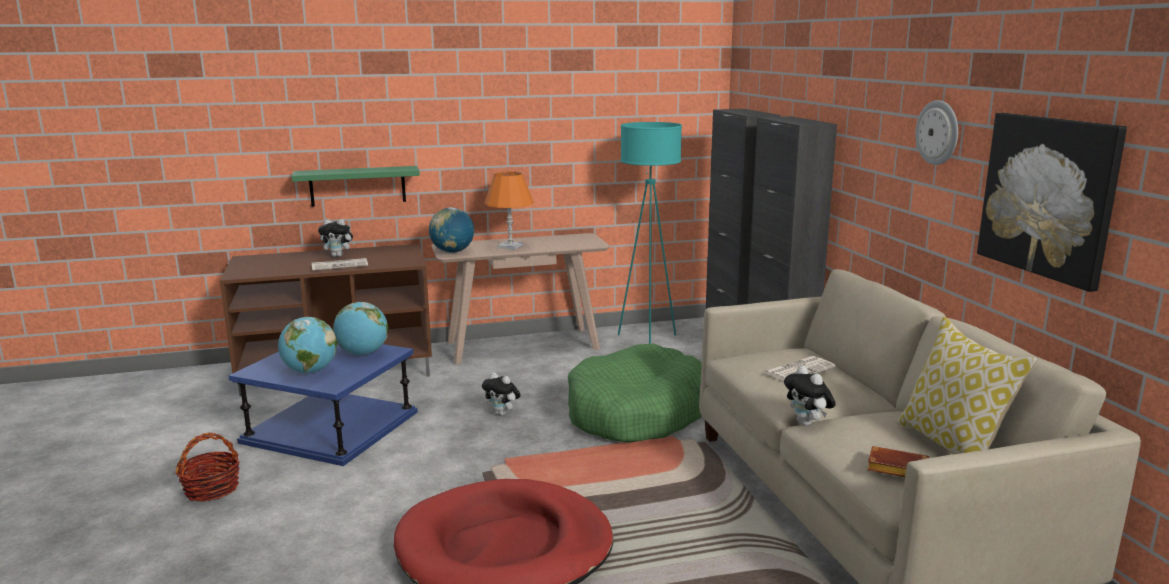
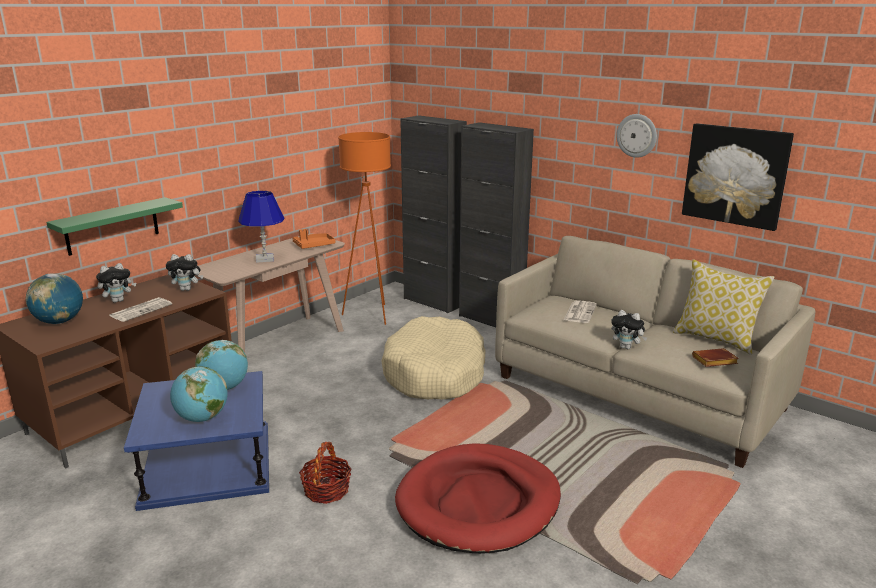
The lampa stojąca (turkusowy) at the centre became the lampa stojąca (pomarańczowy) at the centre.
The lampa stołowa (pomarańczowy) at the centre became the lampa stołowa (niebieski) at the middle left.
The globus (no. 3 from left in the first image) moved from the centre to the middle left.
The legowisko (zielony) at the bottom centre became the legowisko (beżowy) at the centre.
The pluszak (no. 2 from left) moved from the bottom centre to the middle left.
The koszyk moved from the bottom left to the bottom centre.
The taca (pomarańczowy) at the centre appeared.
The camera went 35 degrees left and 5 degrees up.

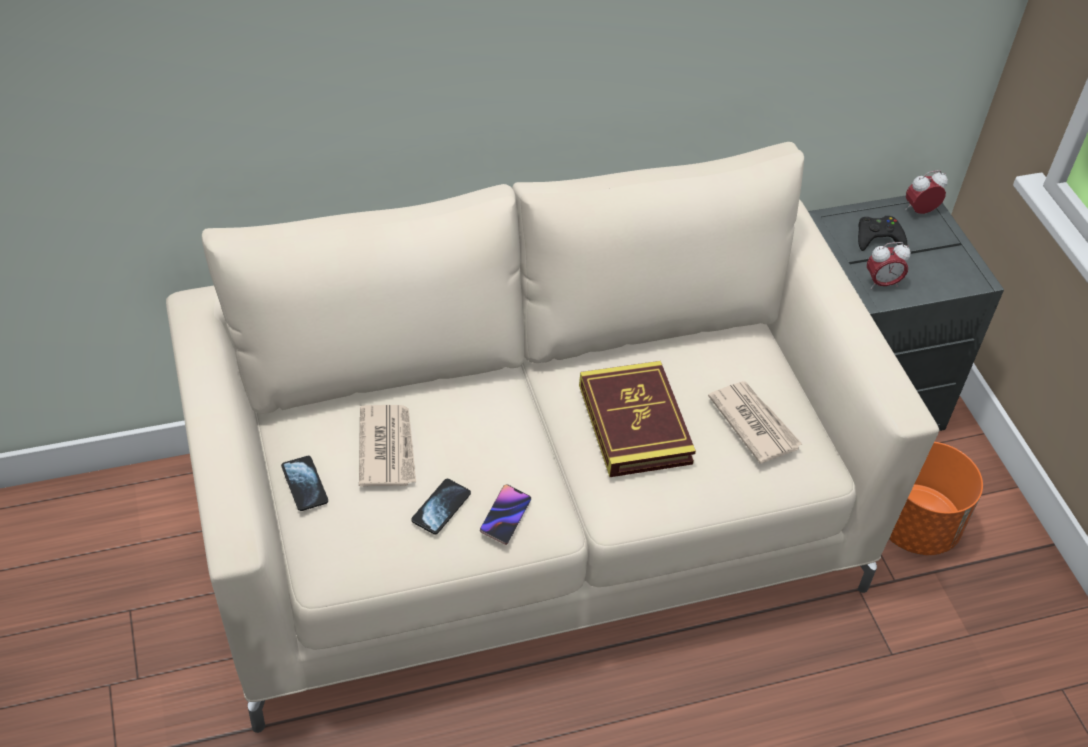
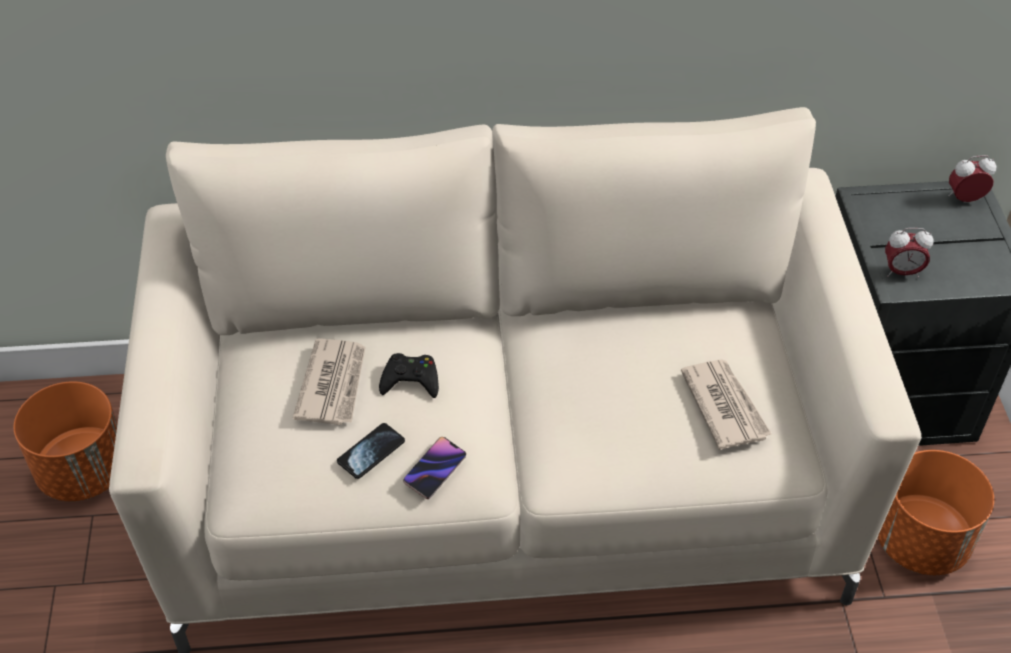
The pad do gier (czarny) moved from the top right to the centre.
The książka at the centre disappeared.
The telefon (no. 1 from left) at the middle left disappeared.
The donica (pomarańczowy) (no. 1 from left) at the bottom left appeared.
The camera went 15 degrees right and 0 degrees up.

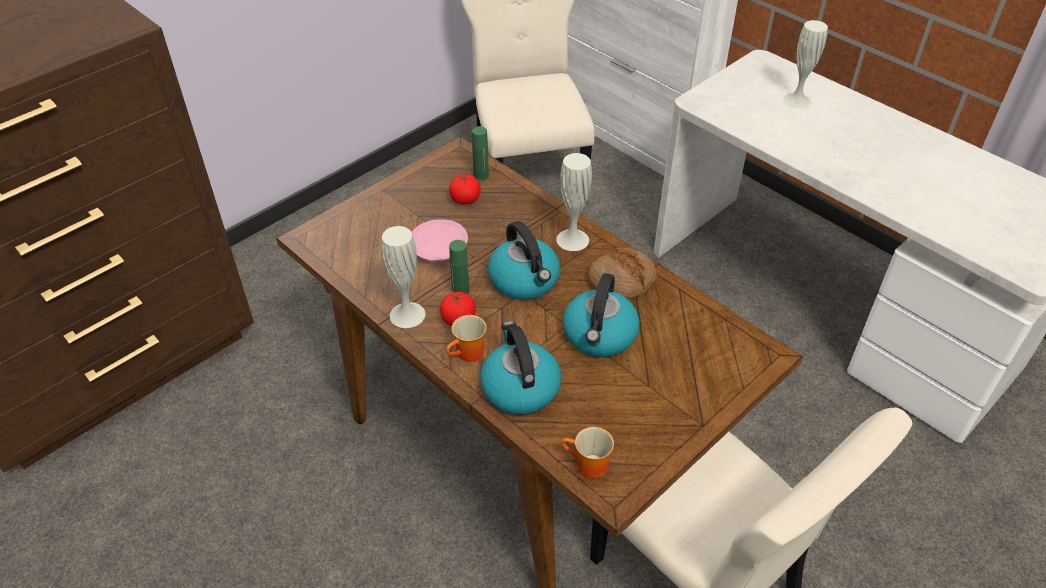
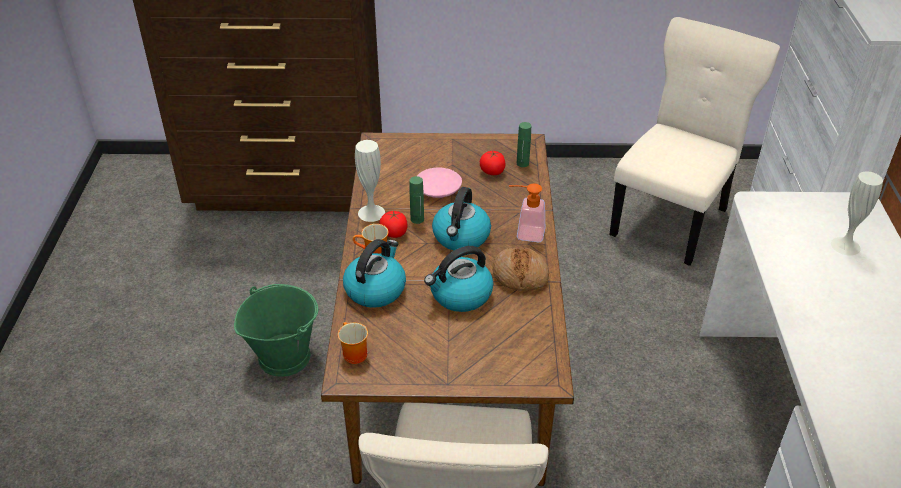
The wazon (biały) (no. 2 from left) at the centre was replaced by the dozownik mydła at the centre.
The wiadro (zielony) at the bottom left appeared.
The camera went 45 degrees right and 5 degrees down.

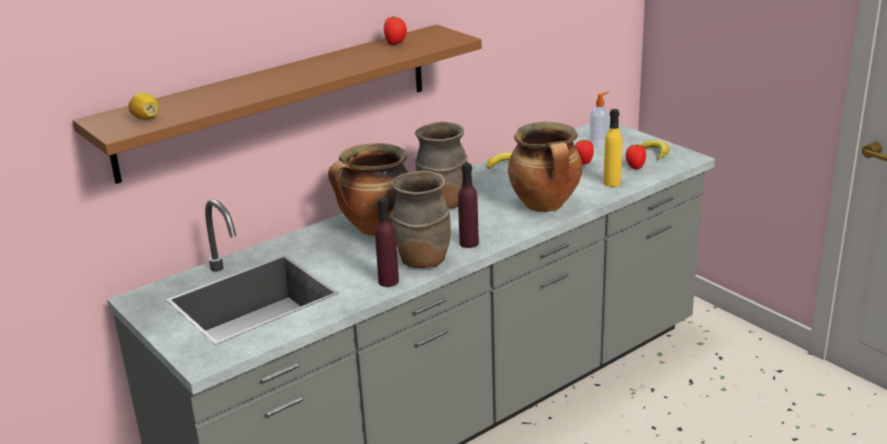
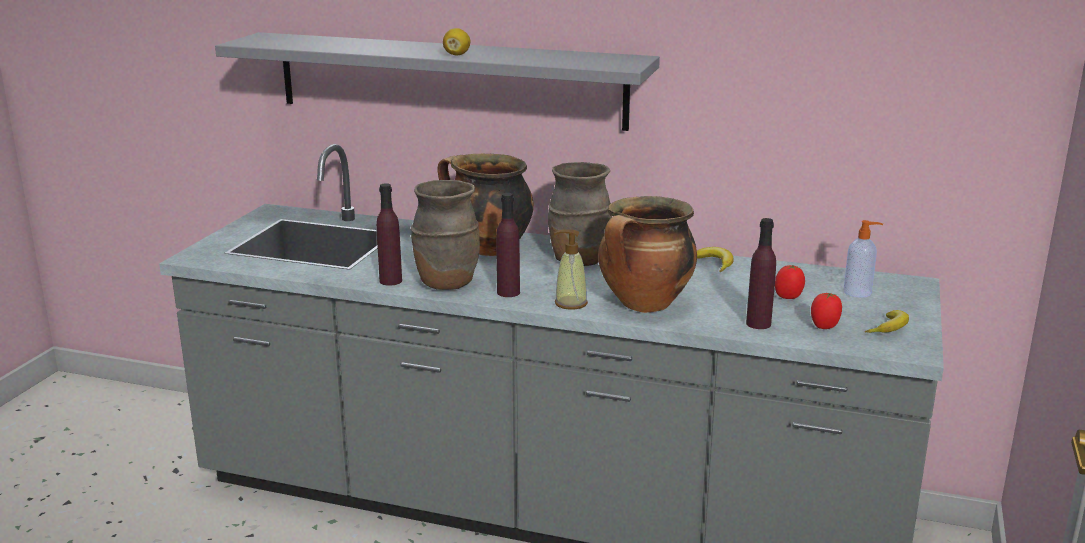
The pomidor (no. 1 from left) at the top centre disappeared.
The półka (brązowy) at the top left became the półka (szary) at the top centre.
The cytryna moved from the top left to the top centre.
The butelka (żółty) at the middle right became the butelka (fioletowy) (no. 3 from left) at the middle right.
The dozownik mydła (no. 1 from left) at the centre appeared.
The camera went 55 degrees right and 5 degrees down.

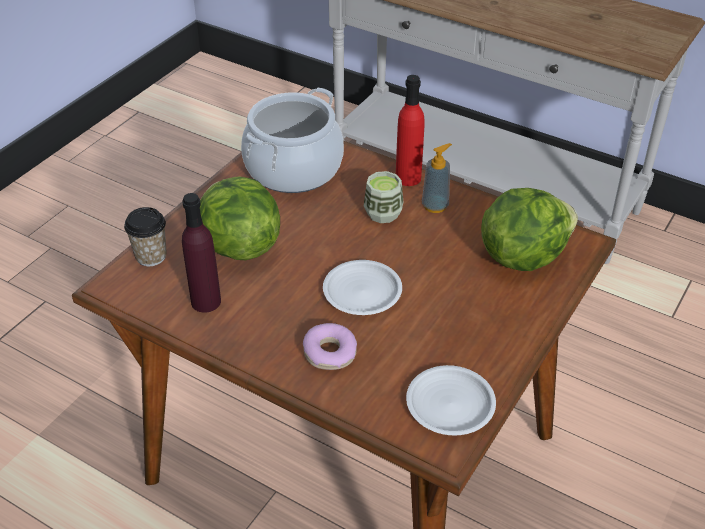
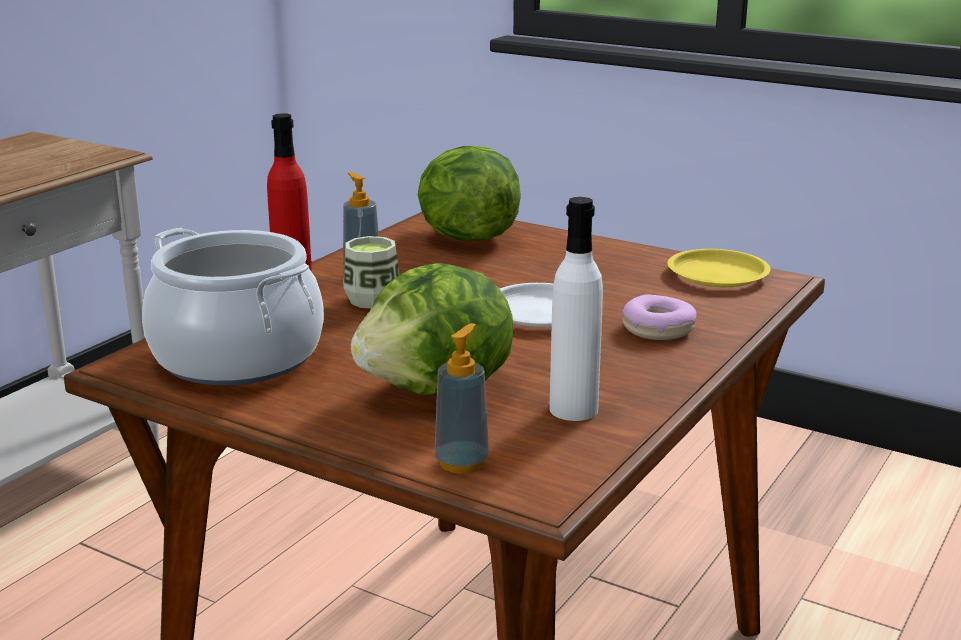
The butelka (fioletowy) at the middle left became the butelka (biały) at the centre.
The filiżanka (no. 1 from left) at the middle left was replaced by the dozownik mydła (no. 2 from left) at the centre.
The talerz (biały) (no. 2 from left) at the bottom centre became the talerz (żółty) at the middle right.
The camera went 90 degrees left and 20 degrees down.

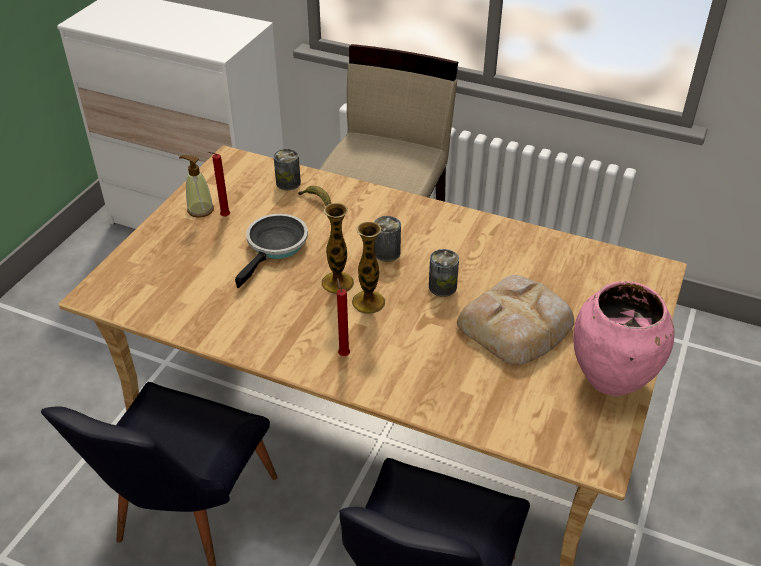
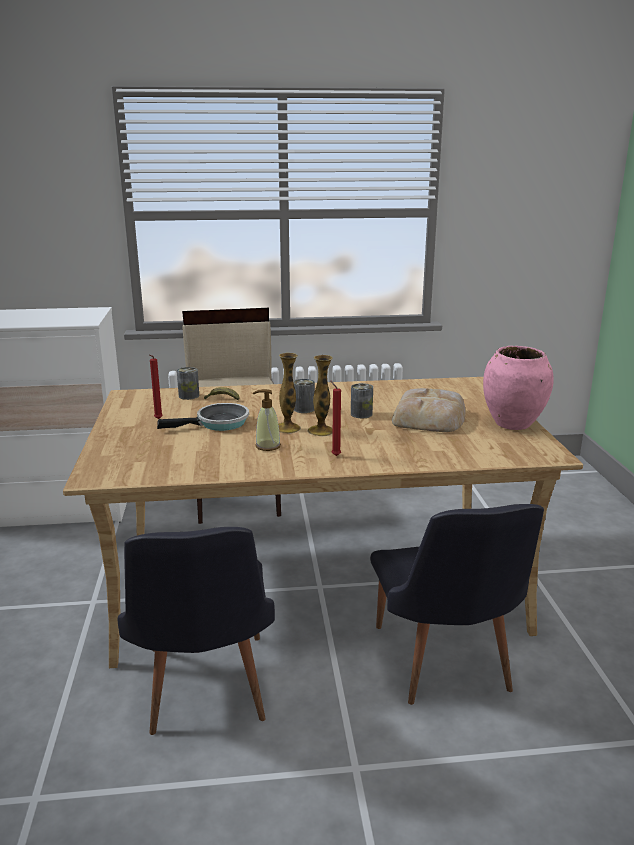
The dozownik mydła moved from the top left to the centre.
The patelnia at the centre turned 75 degrees clockwise.
The camera went 30 degrees left and 20 degrees down.

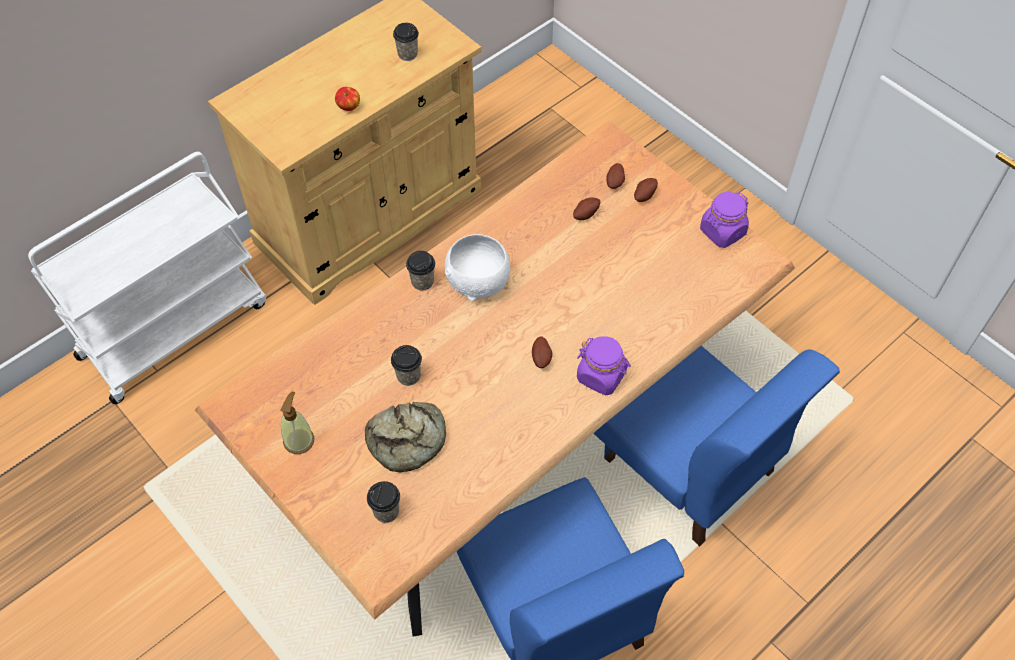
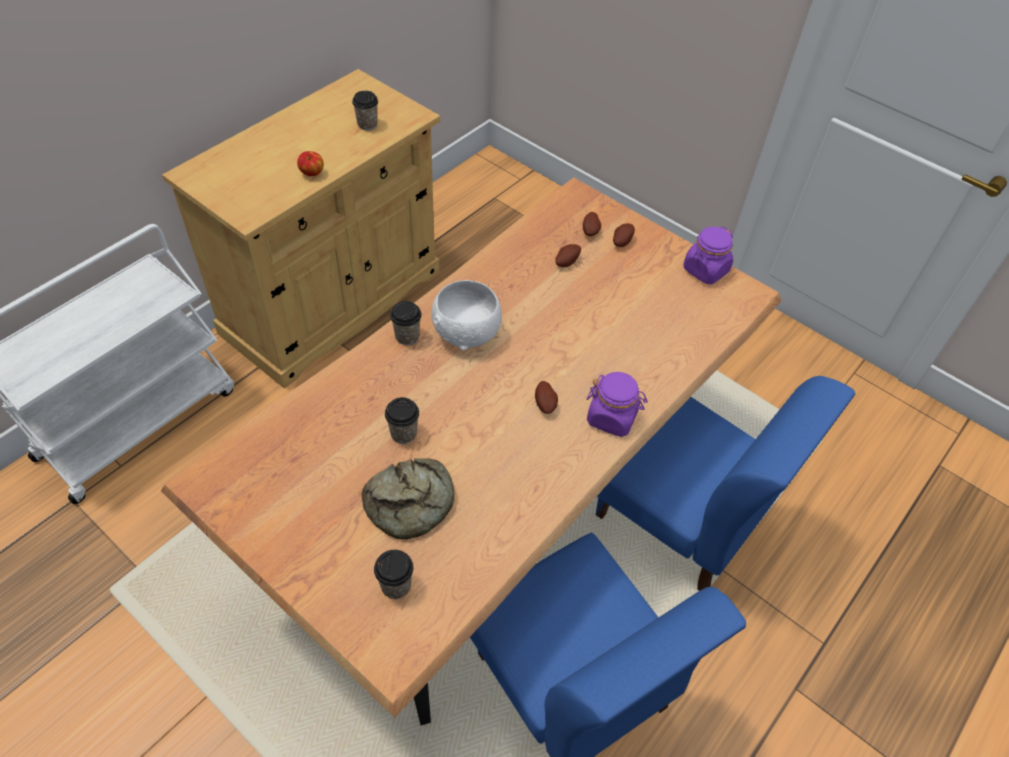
The dozownik mydła at the middle left disappeared.
The camera went 10 degrees left and 5 degrees down.

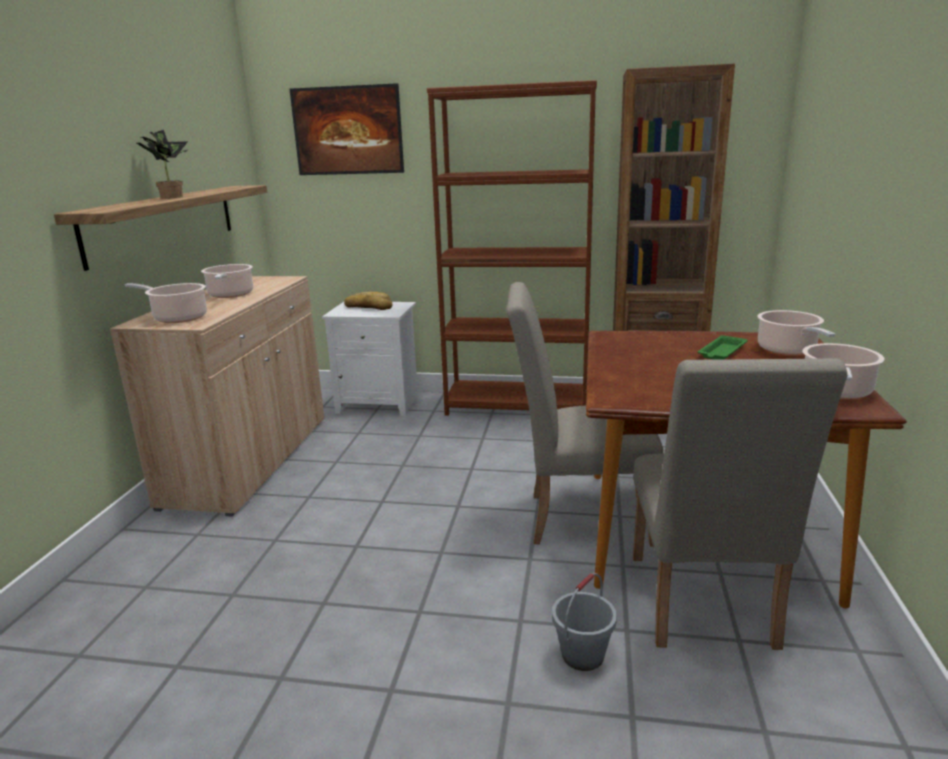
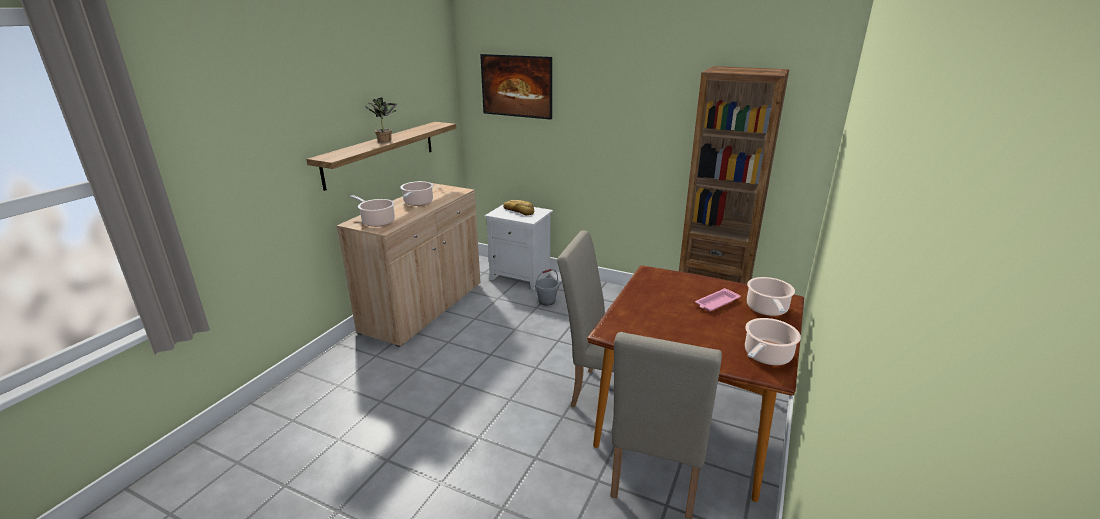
The regał (brązowy) (no. 1 from left) at the top centre disappeared.
The taca (zielony) at the middle right became the taca (różowy) at the centre.
The wiadro (szary) moved from the bottom centre to the centre.
The camera went 15 degrees right and 5 degrees up.

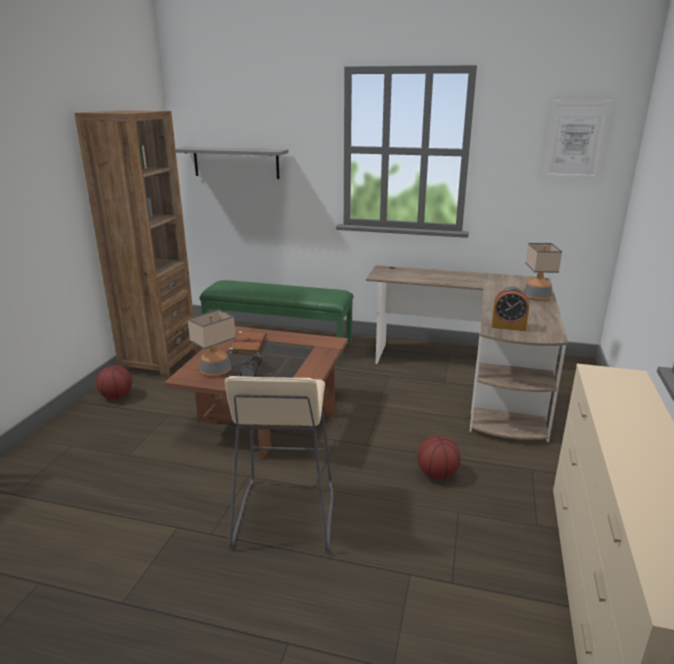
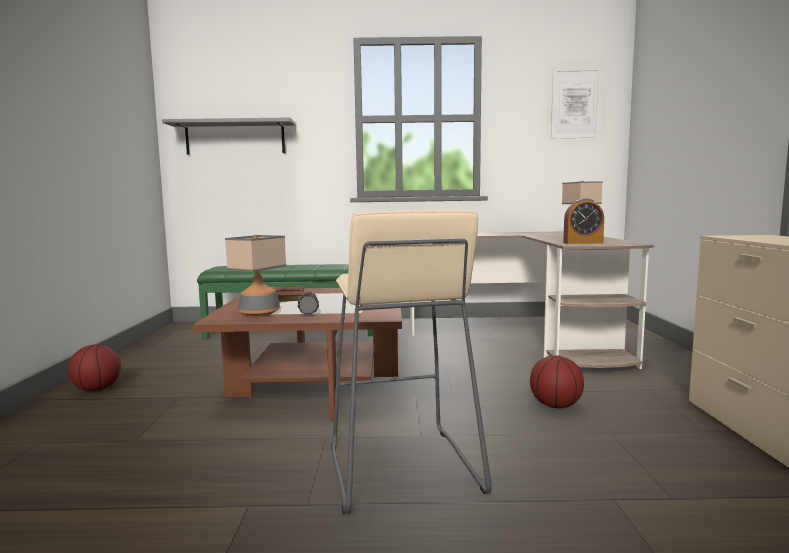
The regał (brązowy) at the middle left disappeared.
The camera went 15 degrees left and 15 degrees down.

